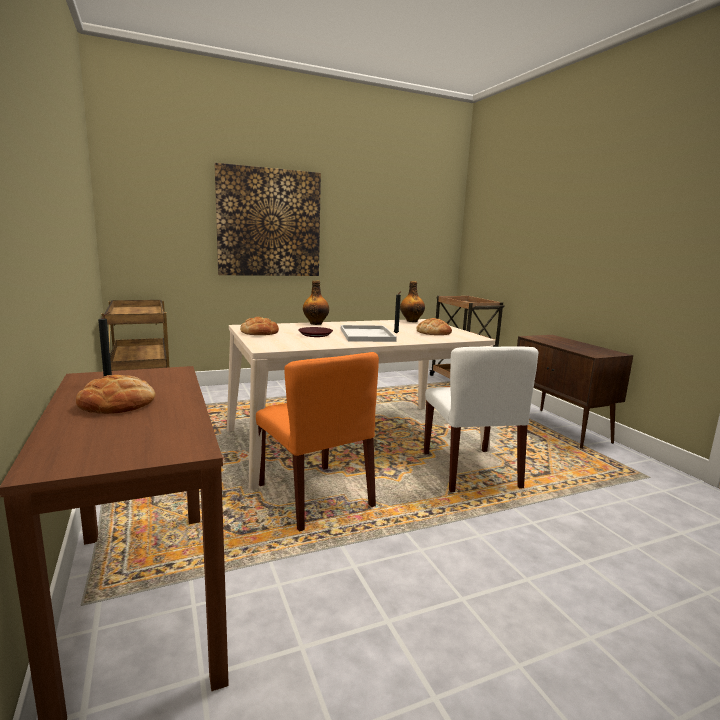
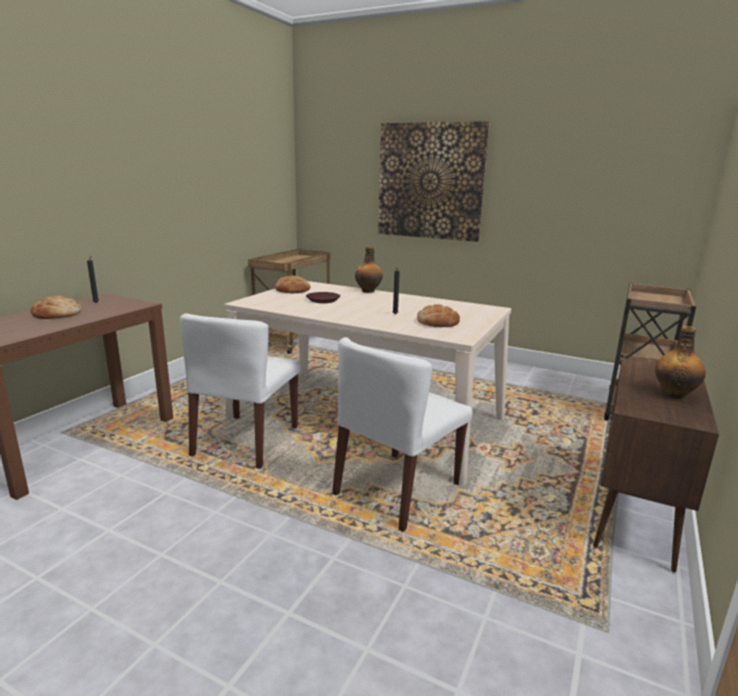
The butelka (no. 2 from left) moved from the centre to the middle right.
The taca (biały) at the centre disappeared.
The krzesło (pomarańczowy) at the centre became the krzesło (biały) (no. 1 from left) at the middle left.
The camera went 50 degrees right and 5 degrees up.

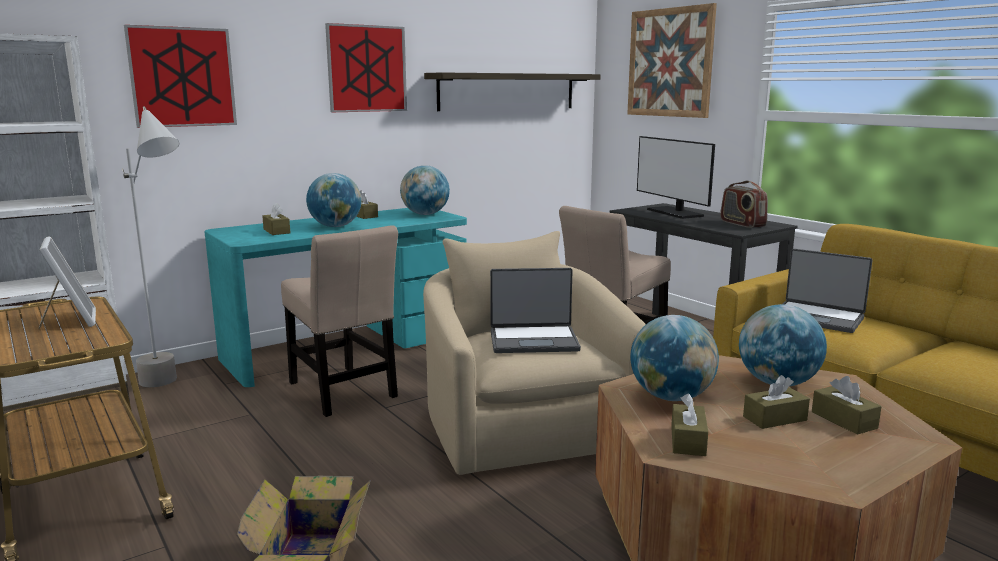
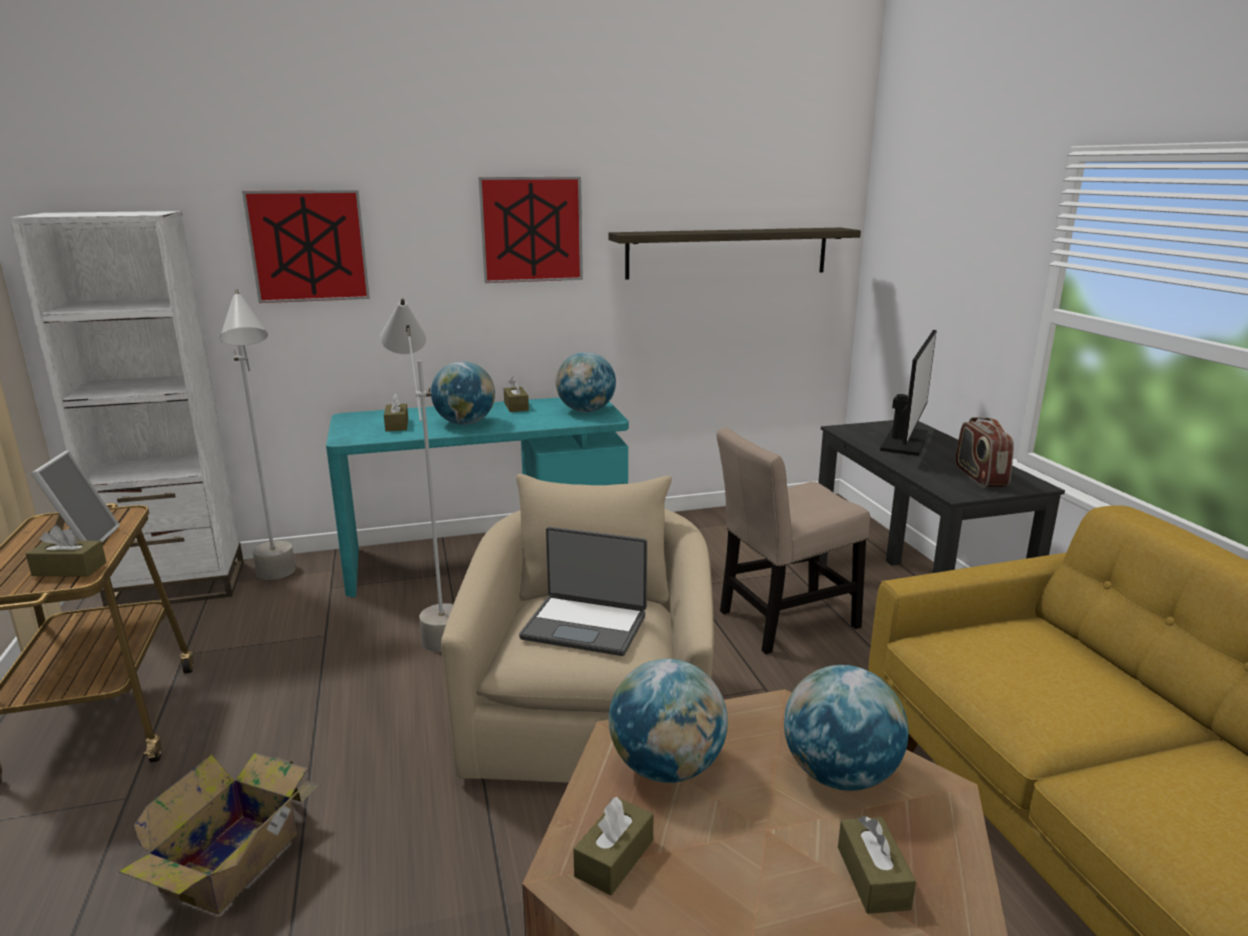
The obraz (no. 3 from left) at the top right disappeared.
The monitor at the top right turned 150 degrees counterclockwise.
The krzesło (beżowy) (no. 1 from left) at the centre was replaced by the lampa stojąca (szary) (no. 2 from left) at the centre.
The laptop (no. 2 from left) at the middle right disappeared.
The pudełko chusteczek (brązowy) (no. 4 from left in the first image) moved from the bottom right to the middle left.
The camera went 20 degrees right and 5 degrees up.

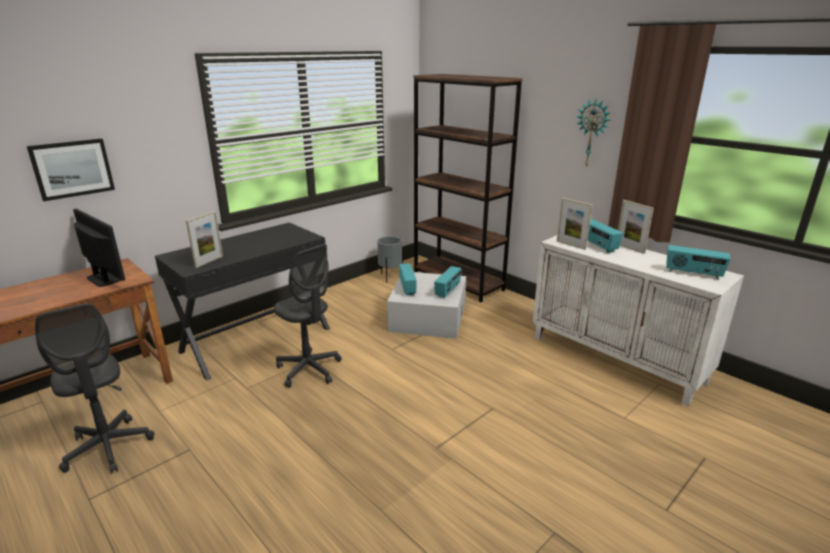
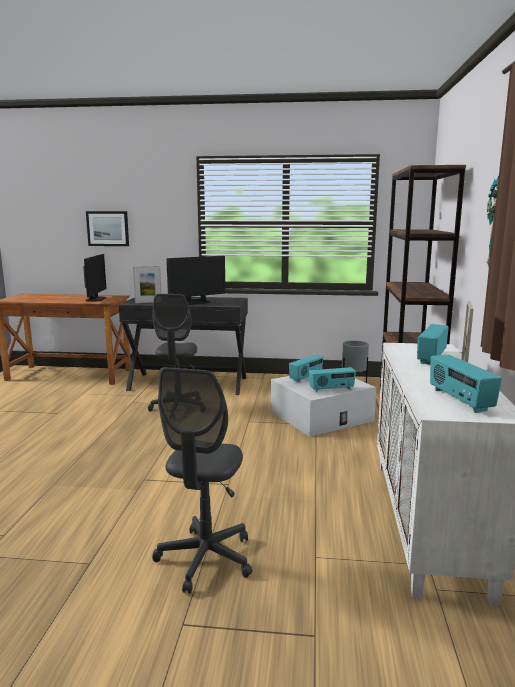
The ramka na zdjęcie (no. 2 from left) at the middle right disappeared.
The krzesło biurowe (szary) (no. 1 from left in the first image) moved from the bottom left to the bottom centre.
The monitor (no. 2 from left) at the centre appeared.
The camera went 50 degrees right and 10 degrees down.

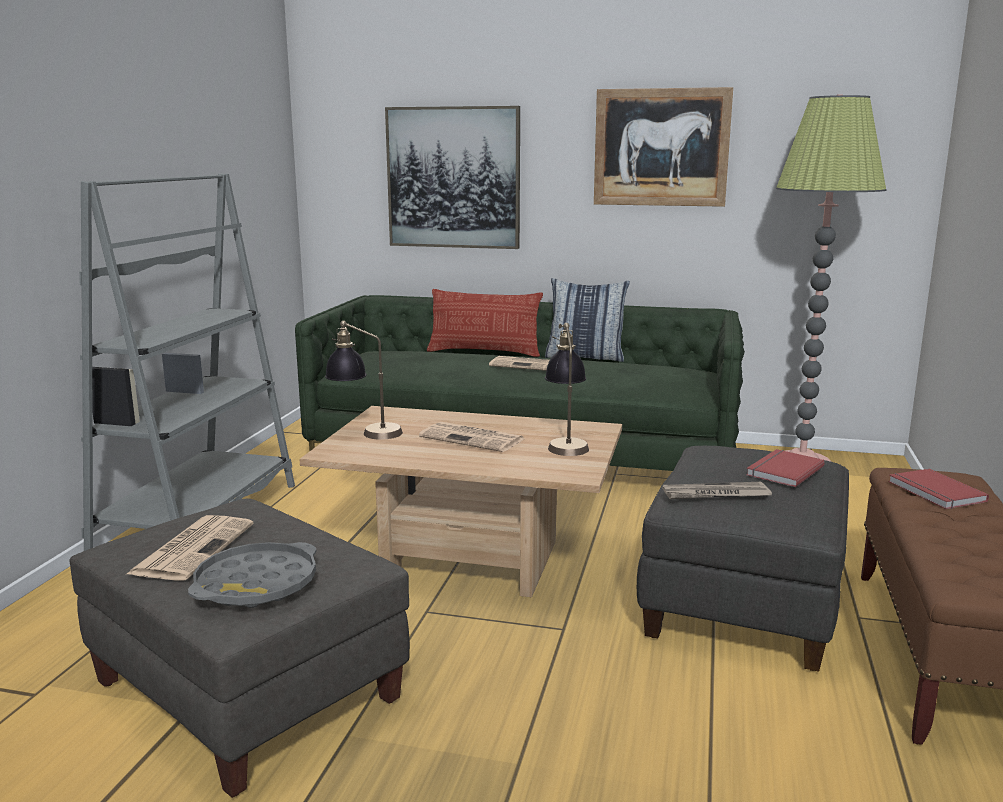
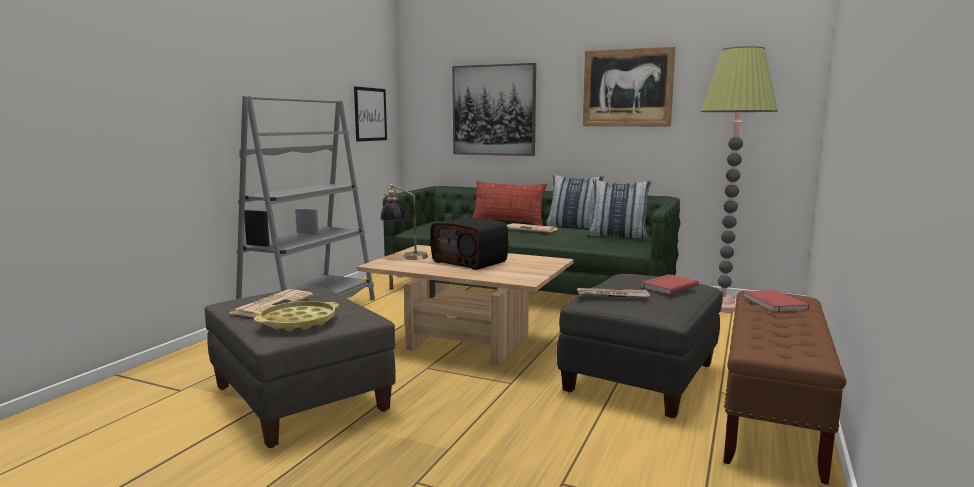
The lampa stołowa (no. 2 from left) at the centre disappeared.
The gazeta (no. 2 from left) at the centre was replaced by the radio at the centre.
The taca (szary) at the bottom left became the taca (żółty) at the middle left.
The obraz (no. 1 from left) at the top centre appeared.
The poduszka (no. 3 from left) at the centre appeared.
The camera went 10 degrees right and 5 degrees down.

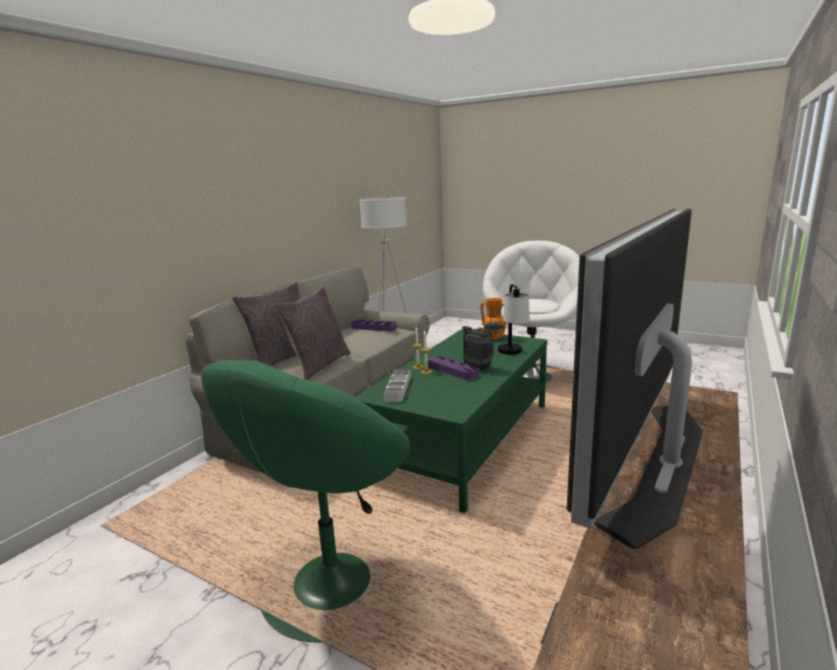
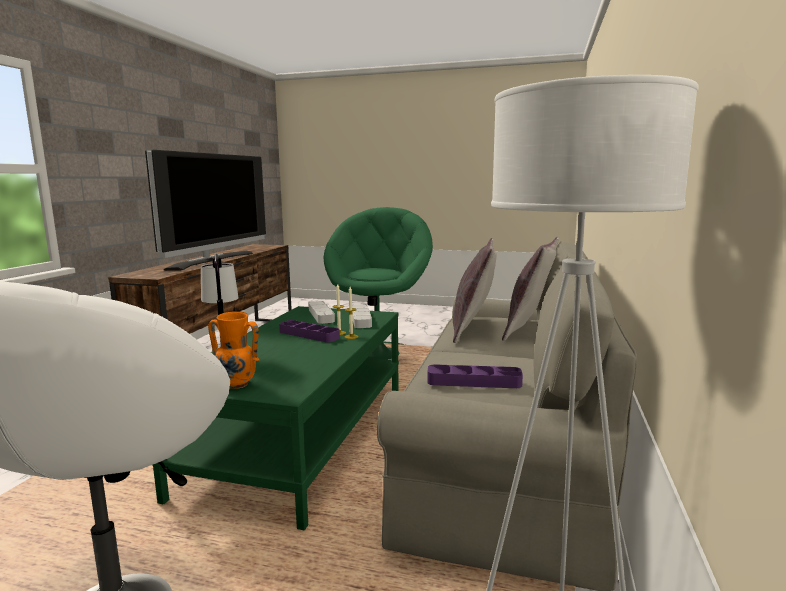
The radio at the centre disappeared.
The taca (szary) (no. 1 from left) at the centre appeared.
The camera went 165 degrees right and 5 degrees down.

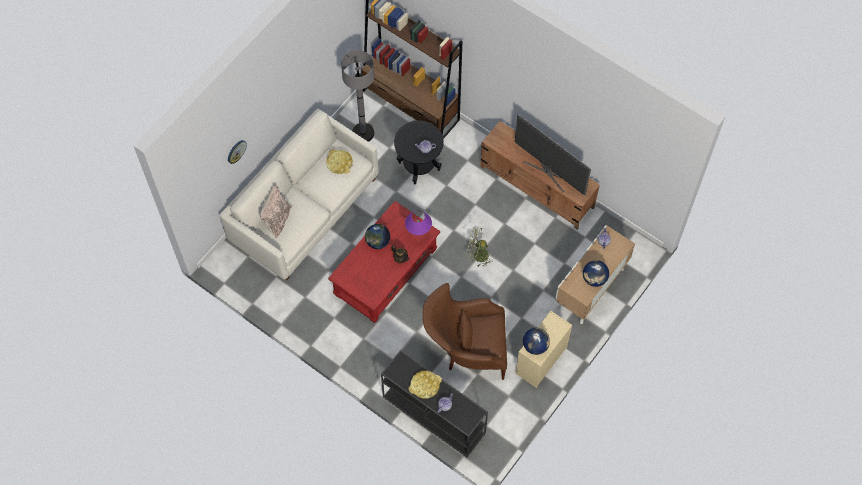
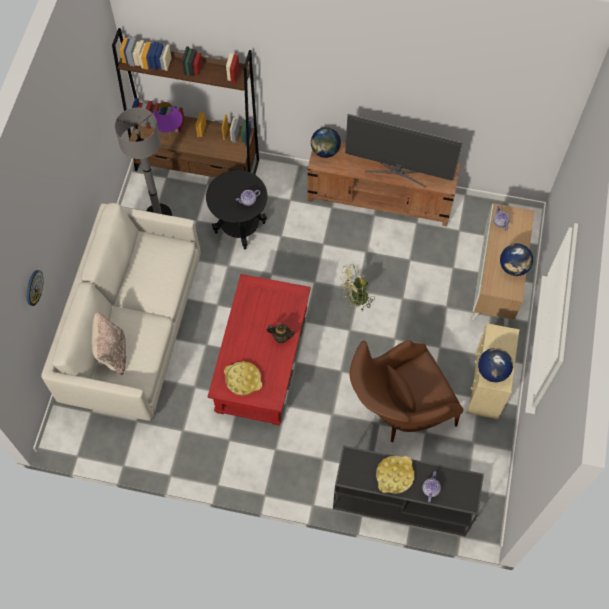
The taca (żółty) (no. 1 from left) moved from the top centre to the centre.
The lampa stołowa (fioletowy) moved from the centre to the top left.
The globus (no. 1 from left) moved from the centre to the top centre.
The camera went 25 degrees left and 0 degrees up.

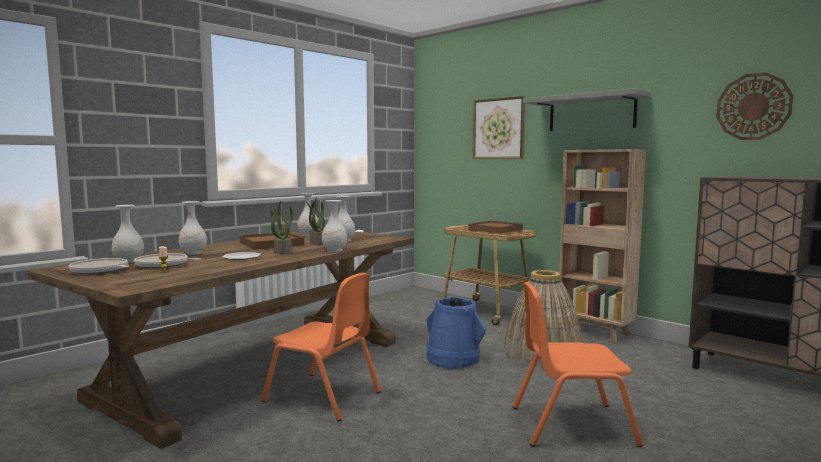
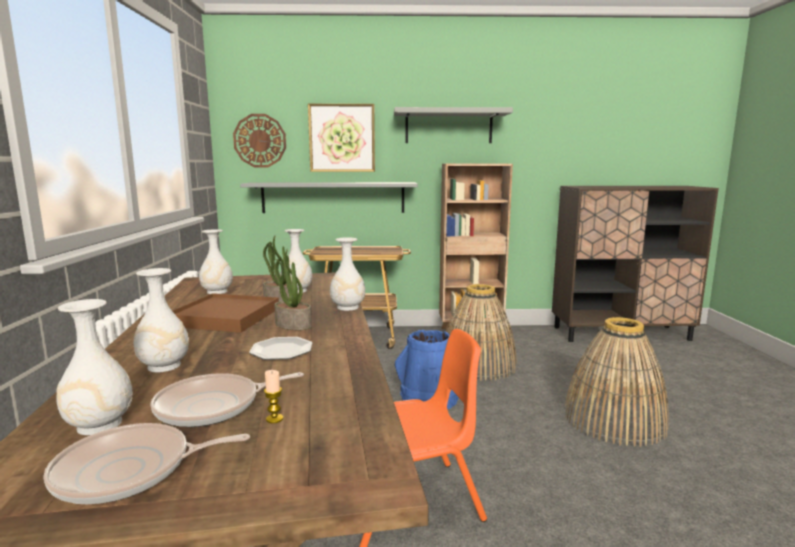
The zegar ścienny moved from the top right to the top left.
The taca (brązowy) (no. 2 from left) at the centre disappeared.
The krzesło (pomarańczowy) (no. 2 from left) at the bottom right was replaced by the koszyk (no. 2 from left) at the bottom right.
The półka (szary) (no. 1 from left) at the centre appeared.
The camera went 45 degrees left and 5 degrees up.

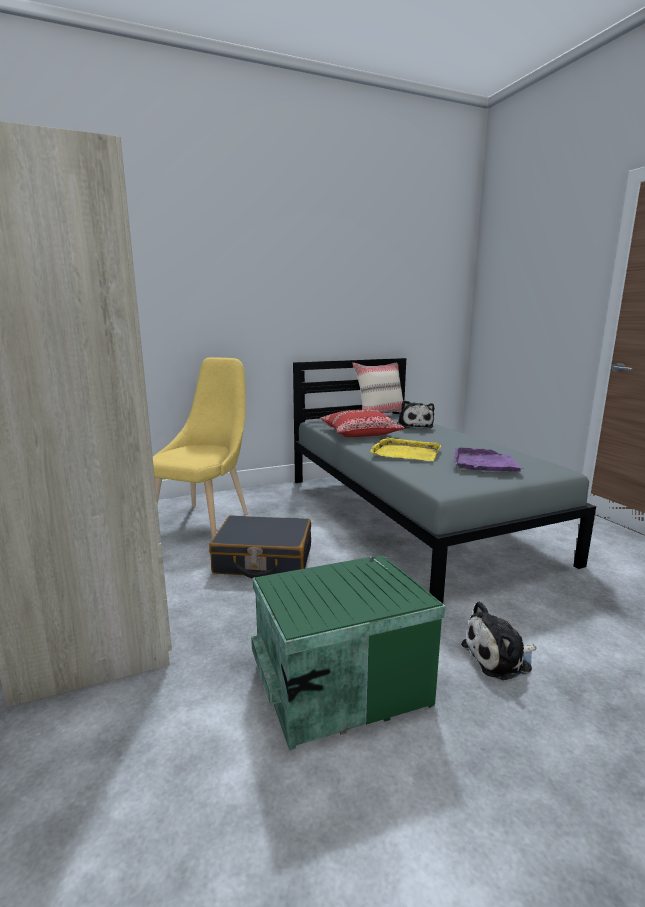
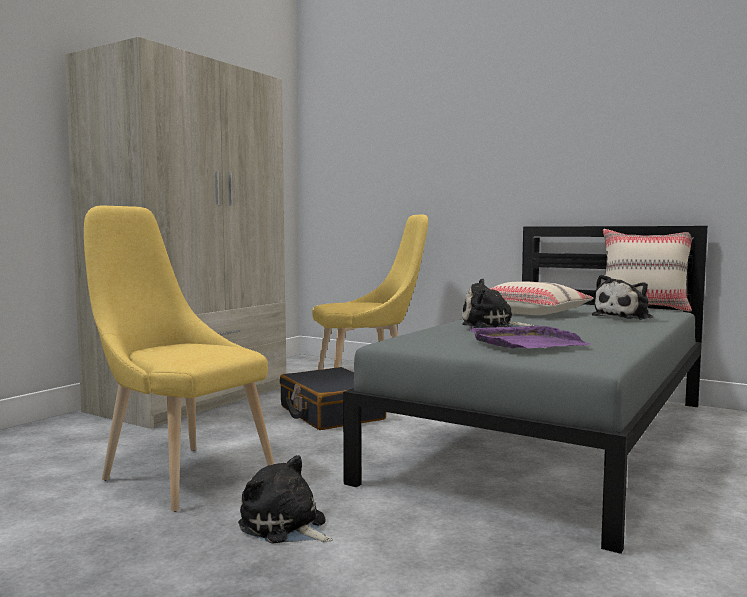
The poduszka (czerwony) at the centre became the poduszka (beżowy) (no. 1 from left) at the middle right.
The taca (żółty) at the centre was replaced by the pluszak (no. 2 from left) at the middle right.
The pojemnik do przechowywania (zielony) at the bottom centre was replaced by the krzesło (żółty) (no. 1 from left) at the middle left.
The camera went 55 degrees right and 10 degrees down.

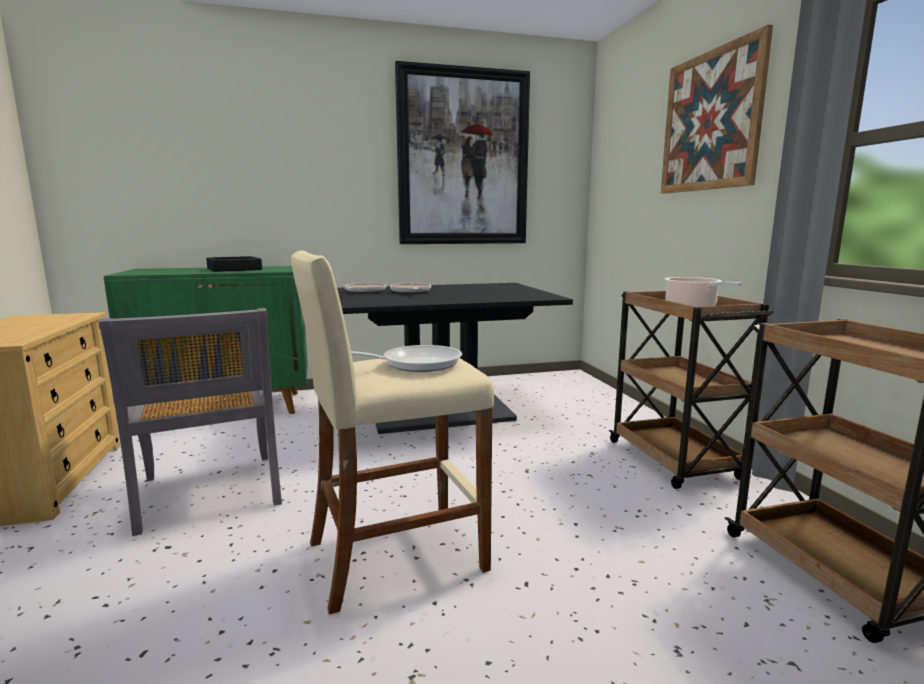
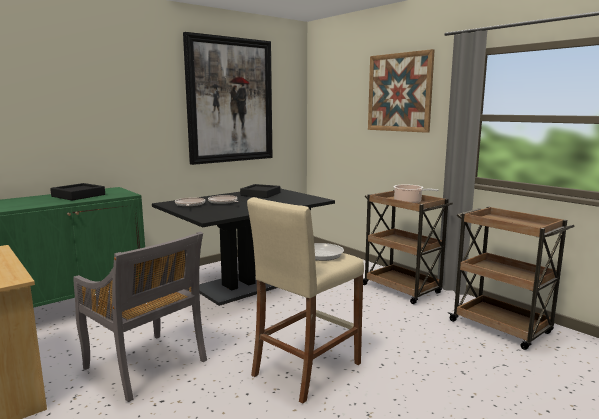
The taca (czarny) (no. 2 from left) at the centre appeared.
The camera went 25 degrees left and 0 degrees up.

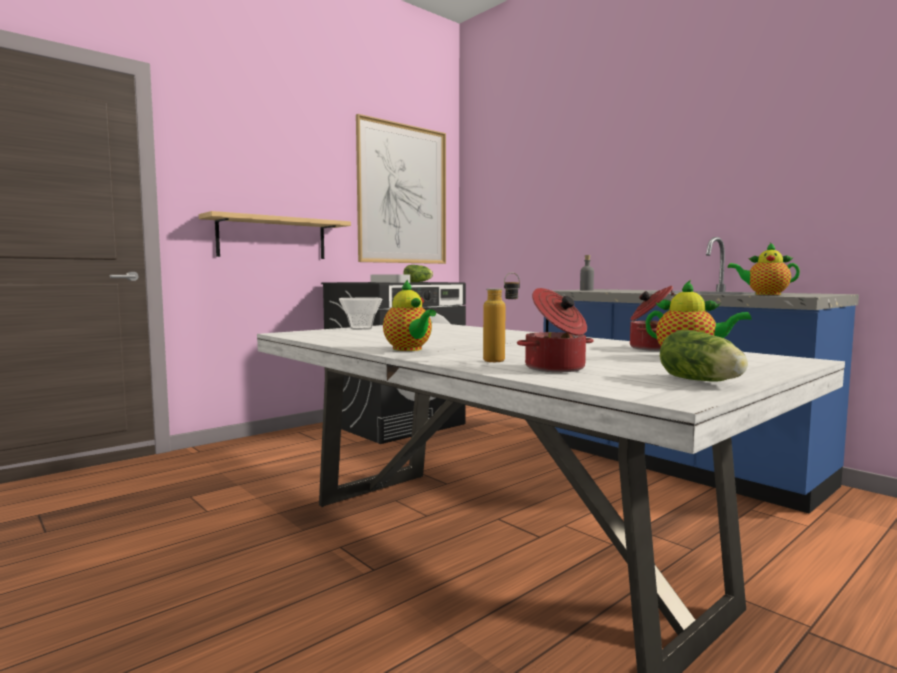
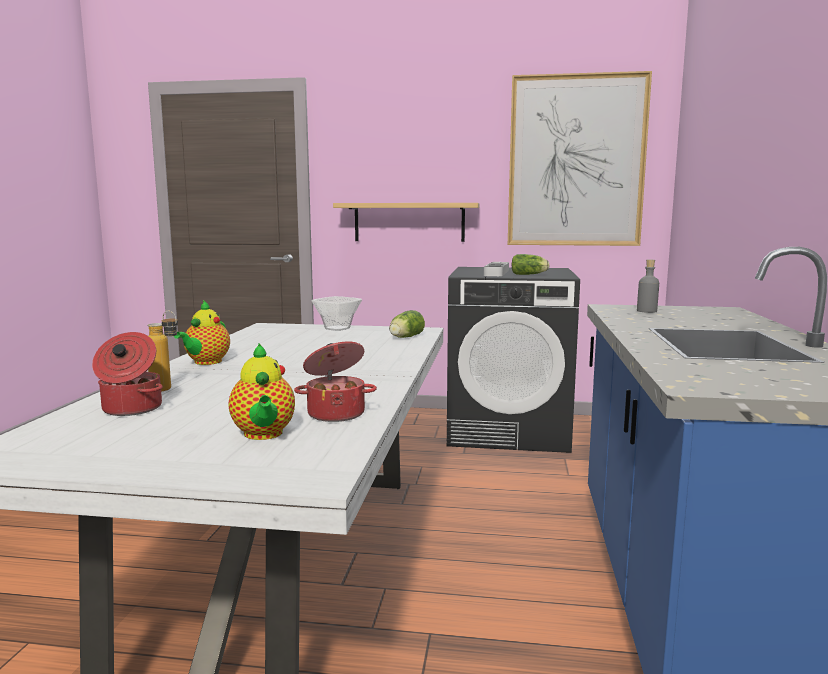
The imbryk (no. 3 from left) at the middle right disappeared.
The sałata (no. 2 from left in the first image) moved from the middle right to the centre.
The camera went 50 degrees right and 5 degrees up.

